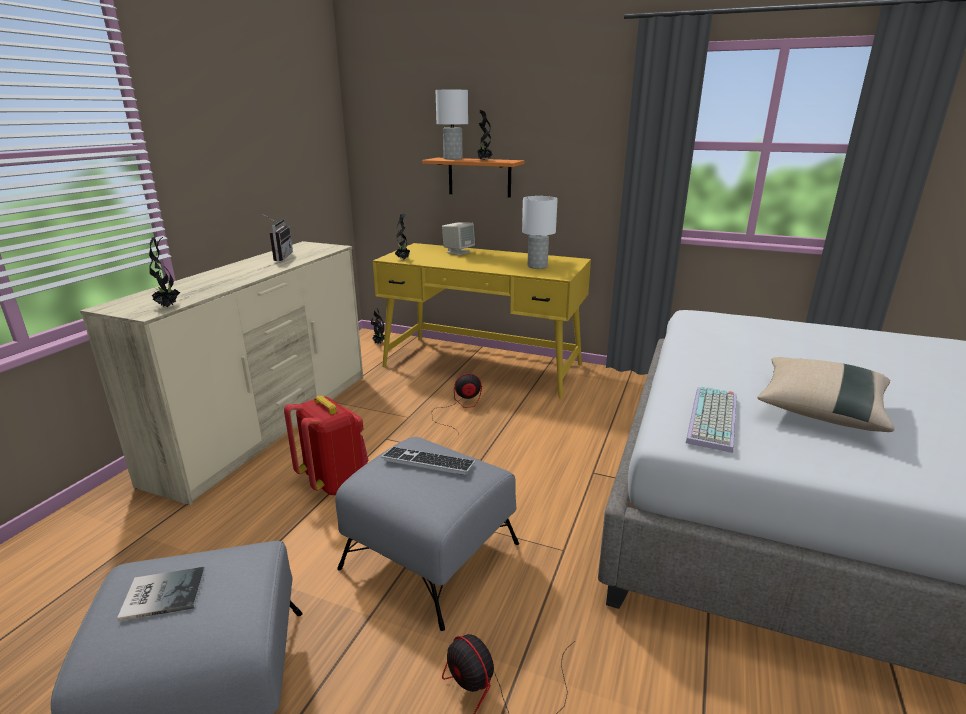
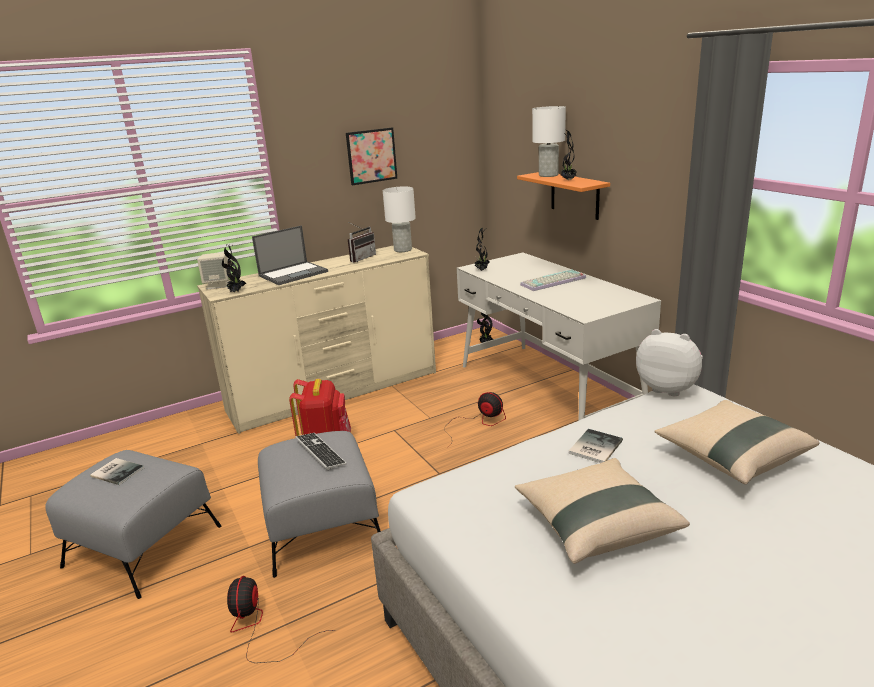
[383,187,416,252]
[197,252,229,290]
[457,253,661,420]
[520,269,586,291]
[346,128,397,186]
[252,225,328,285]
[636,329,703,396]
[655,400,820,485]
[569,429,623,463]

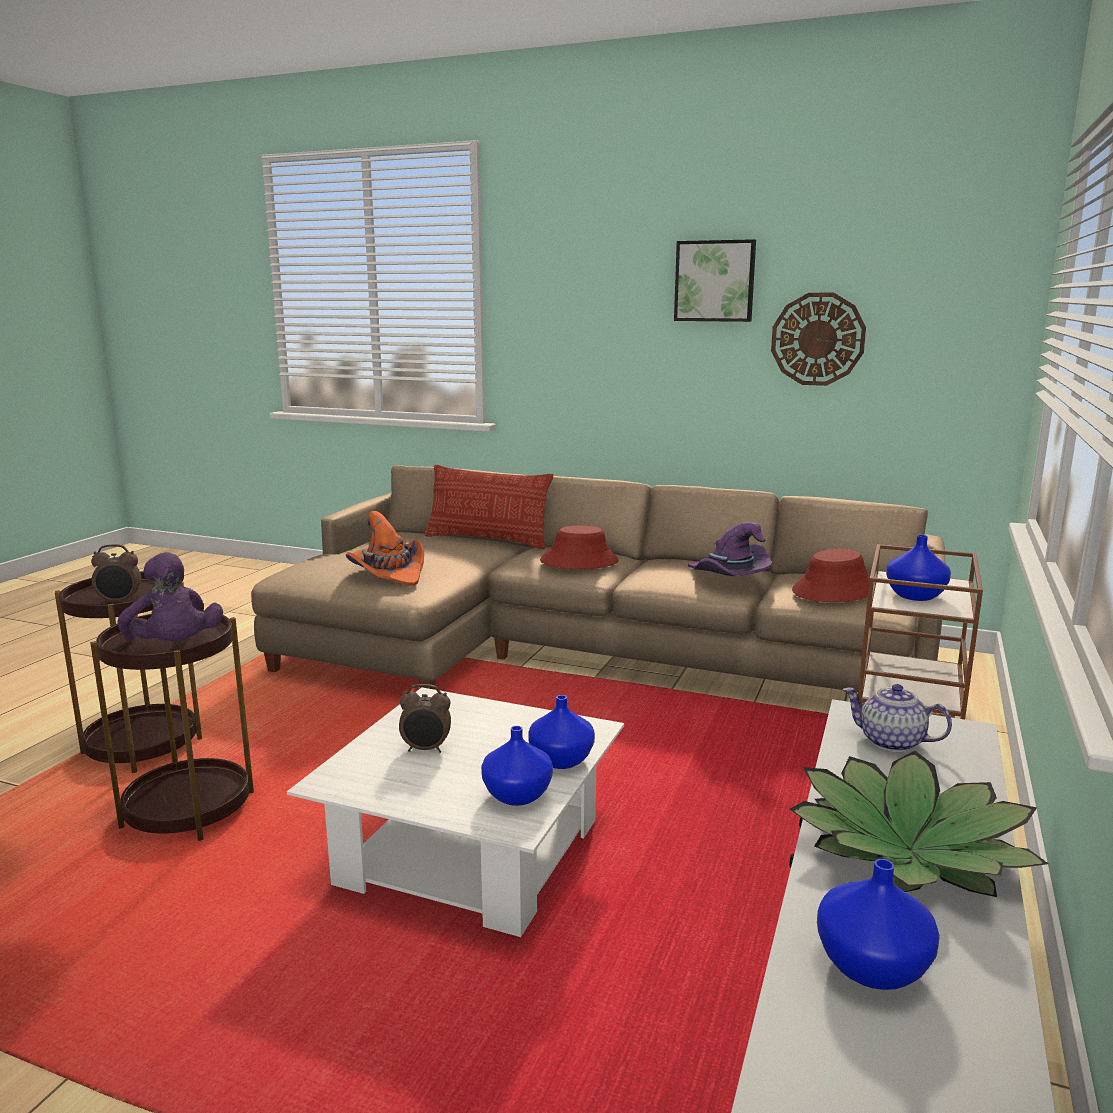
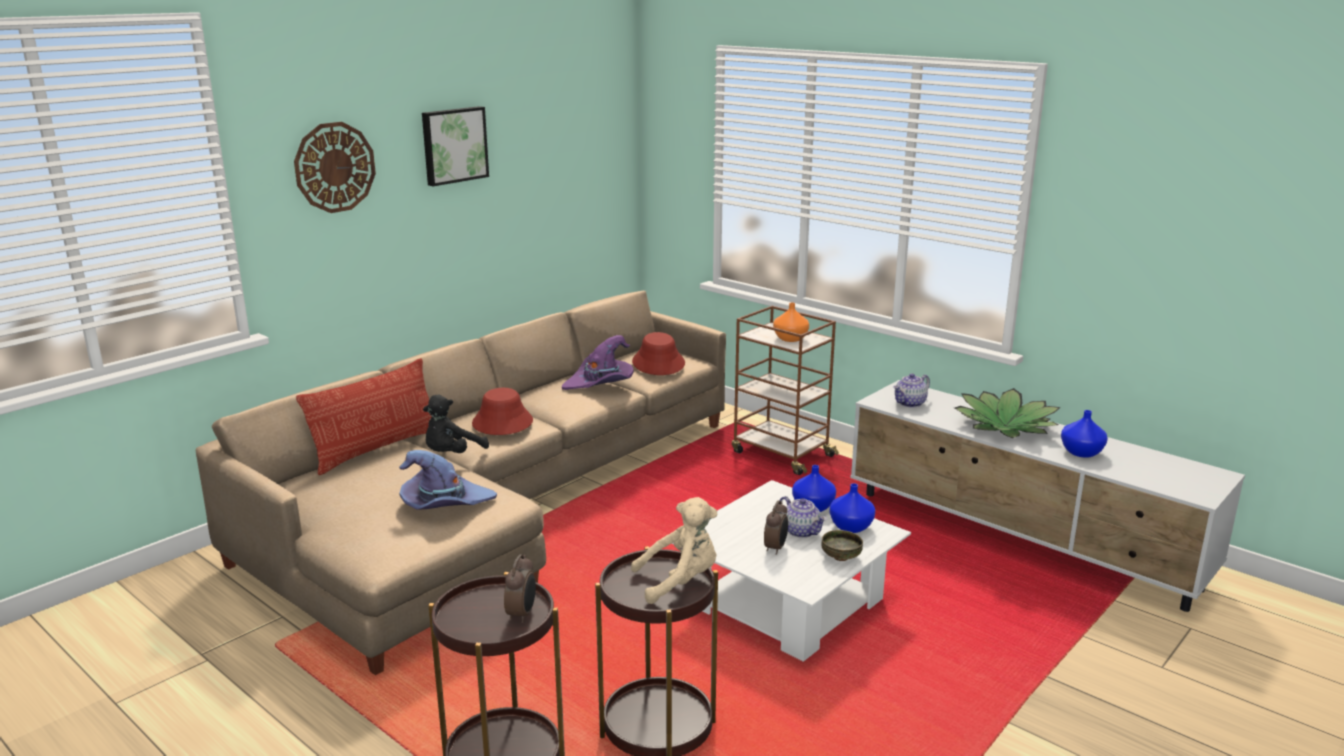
[294,122,376,213]
[399,450,497,510]
[773,302,809,342]
[631,497,717,604]
[423,395,489,453]
[779,496,827,538]
[821,530,863,561]

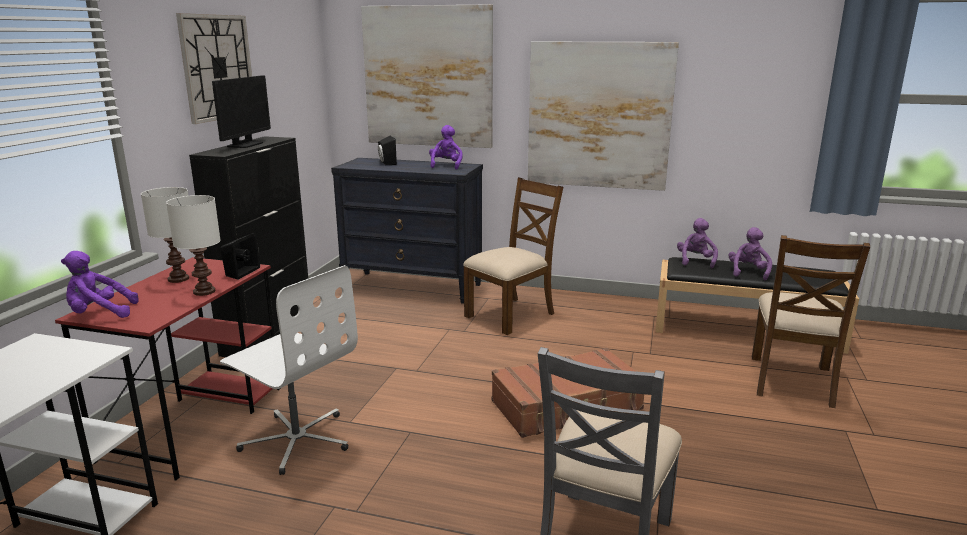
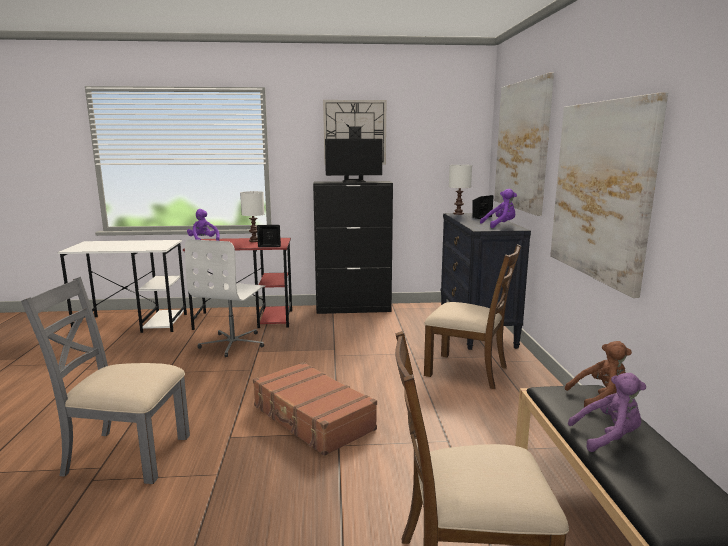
[449,165,472,215]
[565,341,632,408]

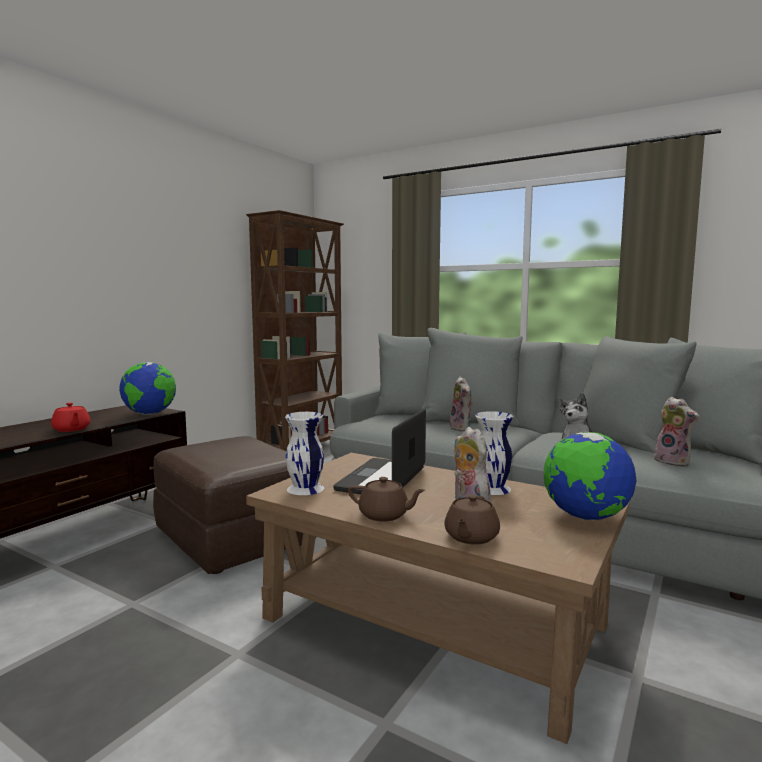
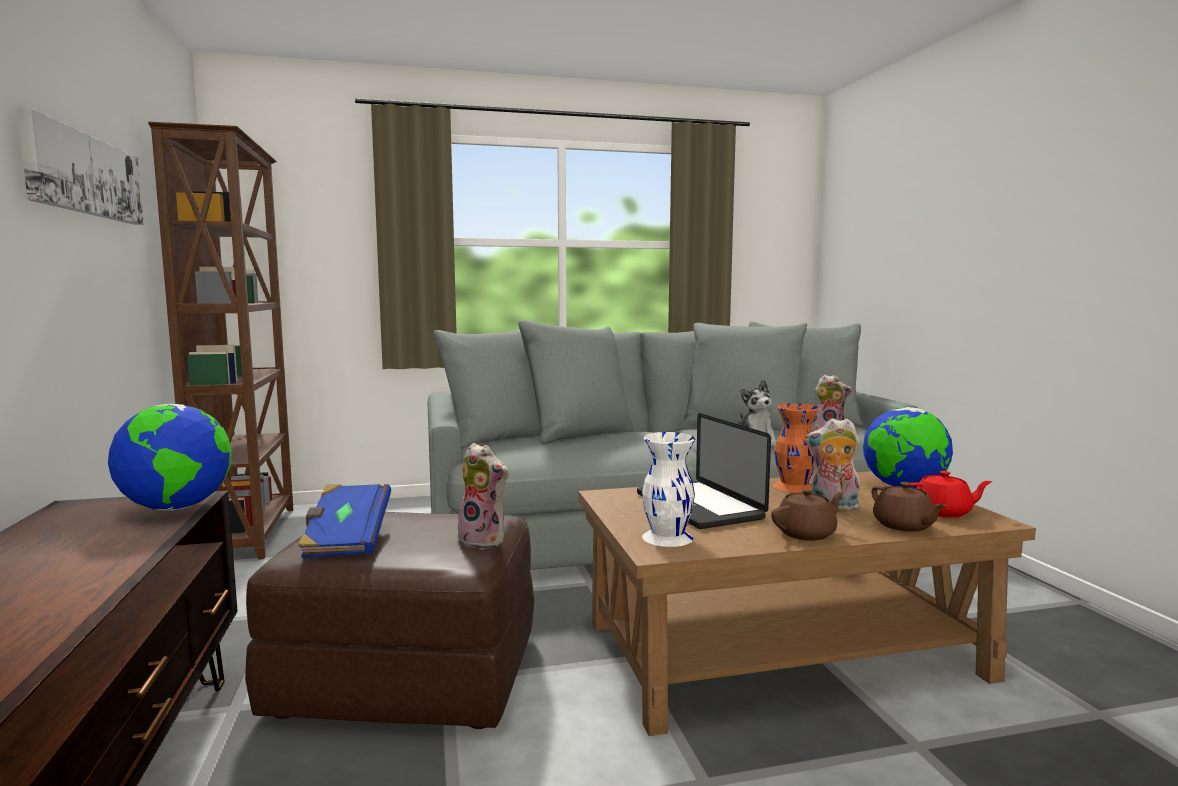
[458,443,509,549]
[911,471,993,518]
[774,403,819,493]
[17,107,144,225]
[298,484,391,558]

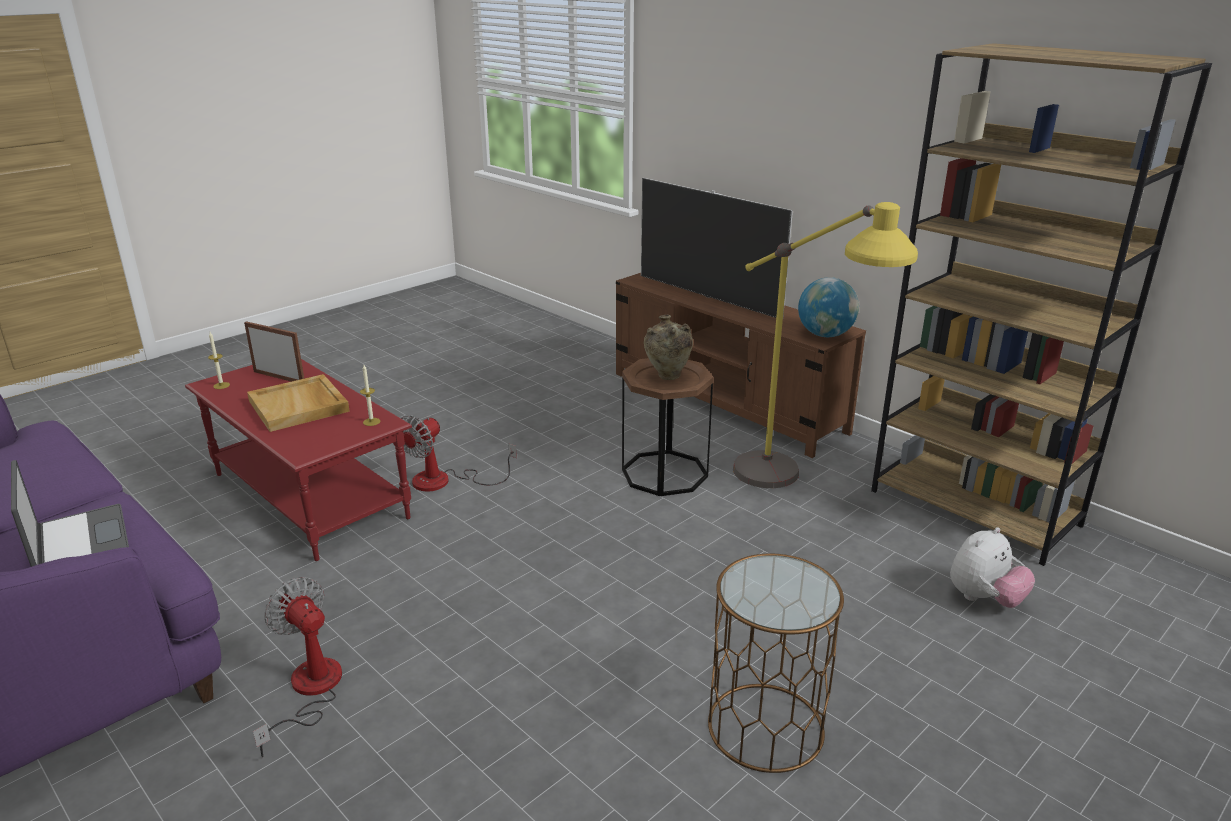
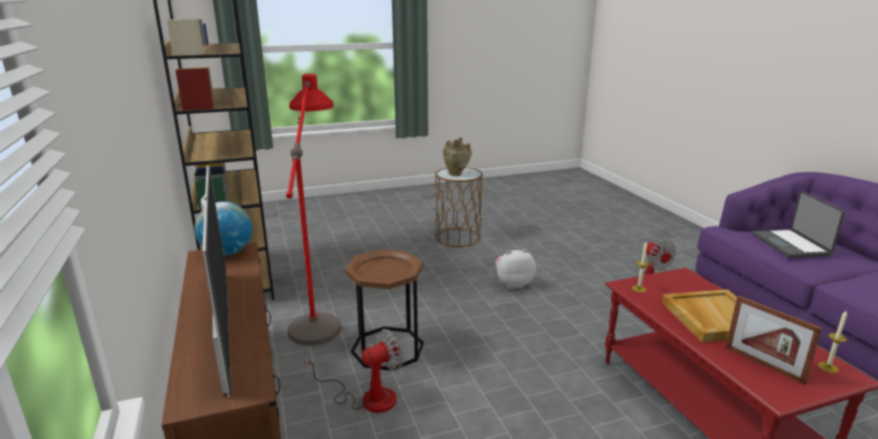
[286,74,342,346]
[443,137,472,176]
[304,329,404,413]
[495,249,536,289]

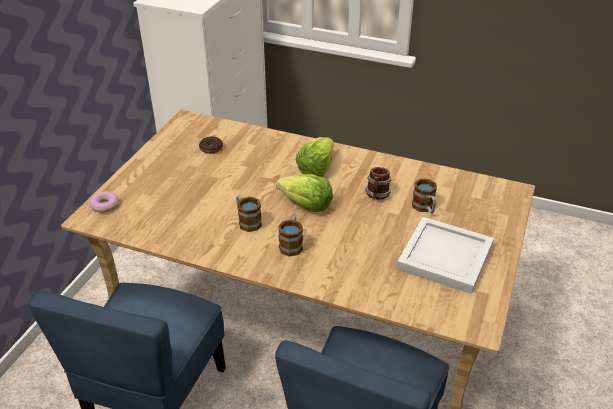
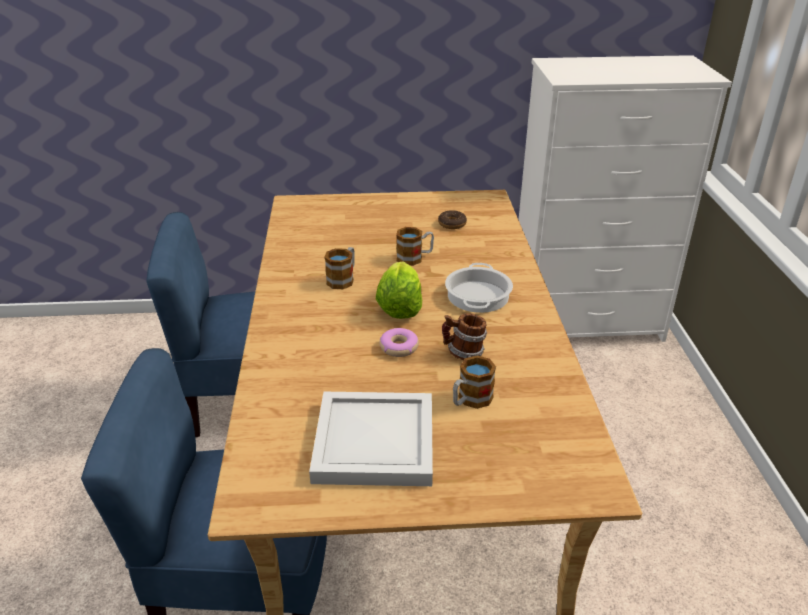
[445,263,513,313]
[380,328,419,357]
[396,227,434,266]

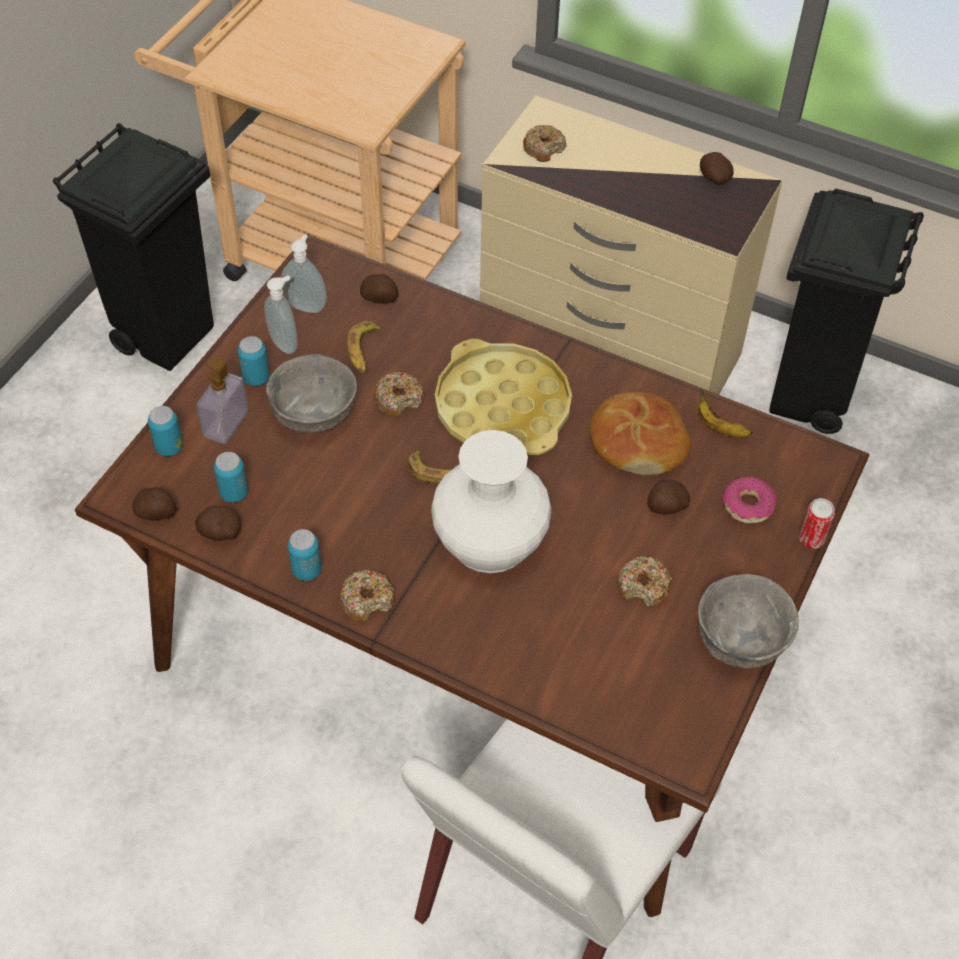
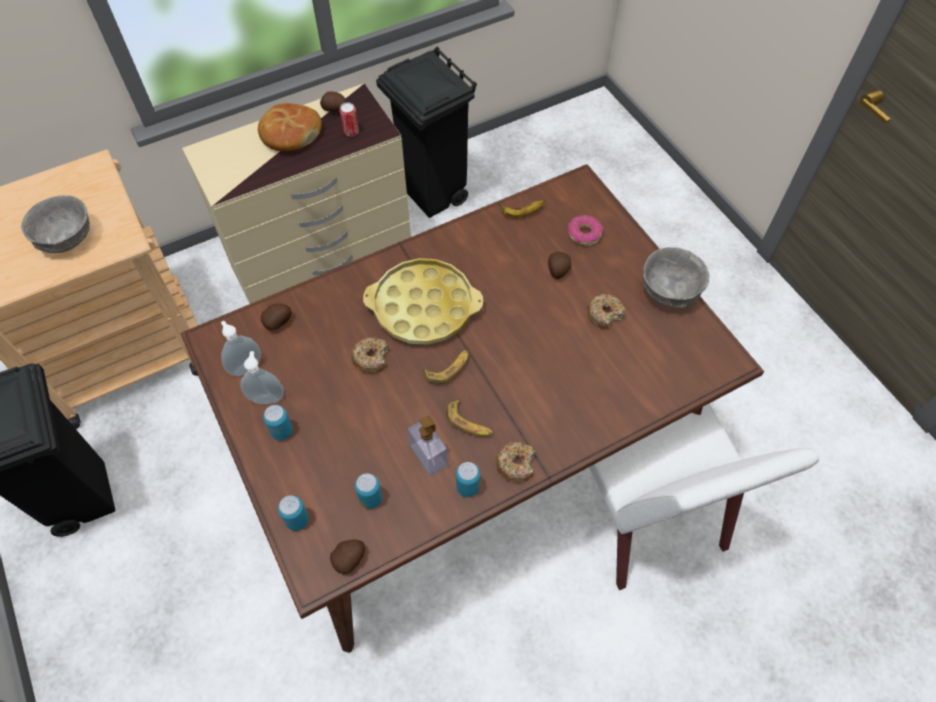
[523,125,566,162] (first image)
[446,399,493,436]
[21,195,90,253]
[408,416,448,476]
[258,103,322,151]
[431,430,551,573] (first image)
[340,102,359,137]
[195,506,241,541] (first image)

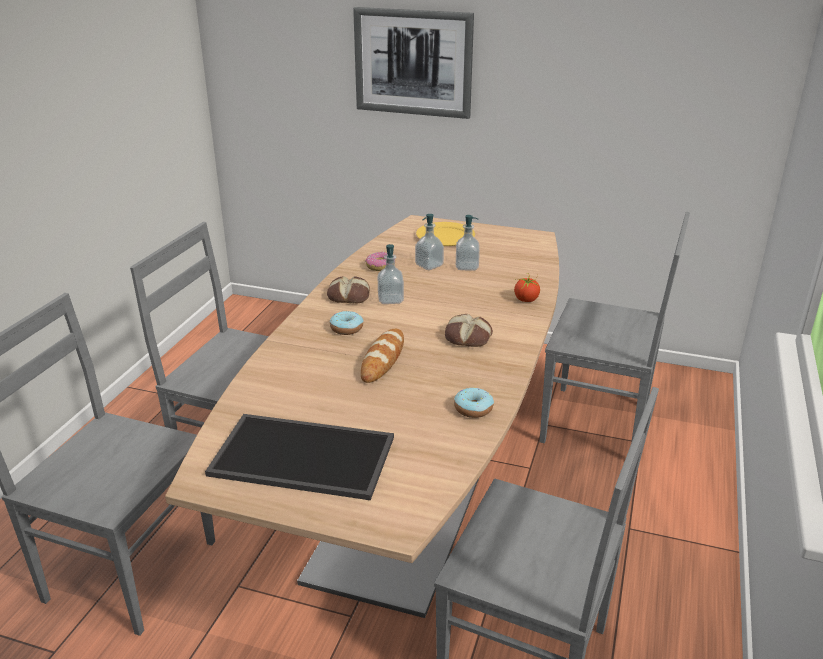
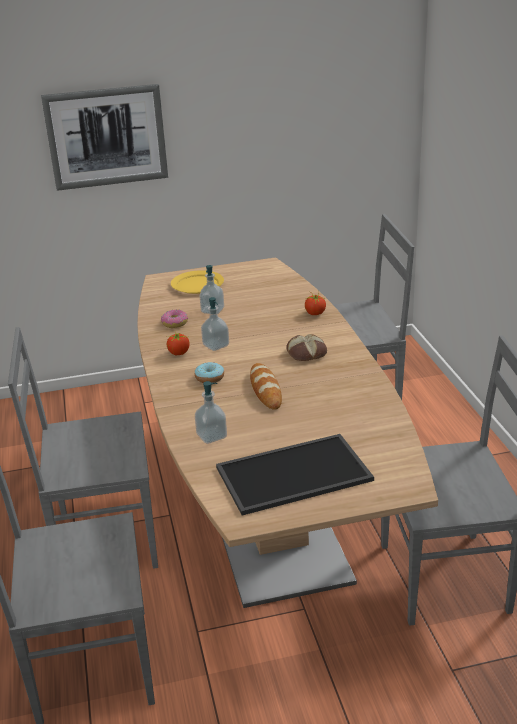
[195,381,227,444]
[167,332,190,355]
[454,387,494,418] (first image)

